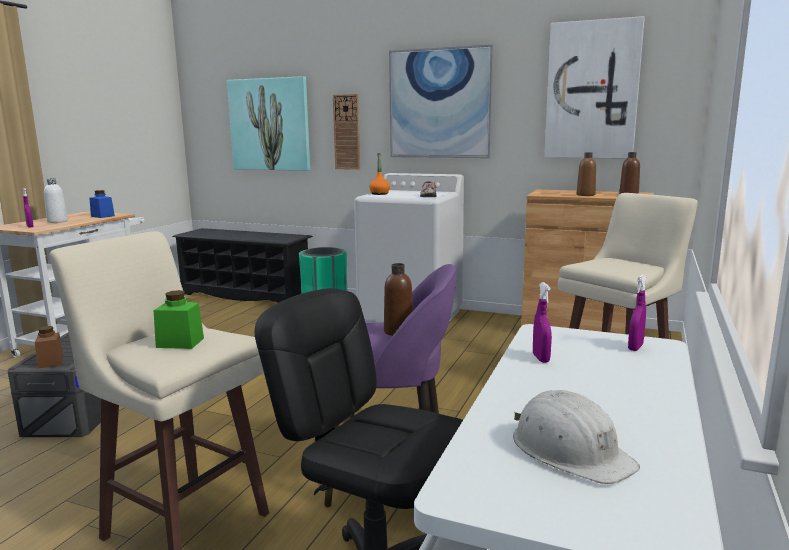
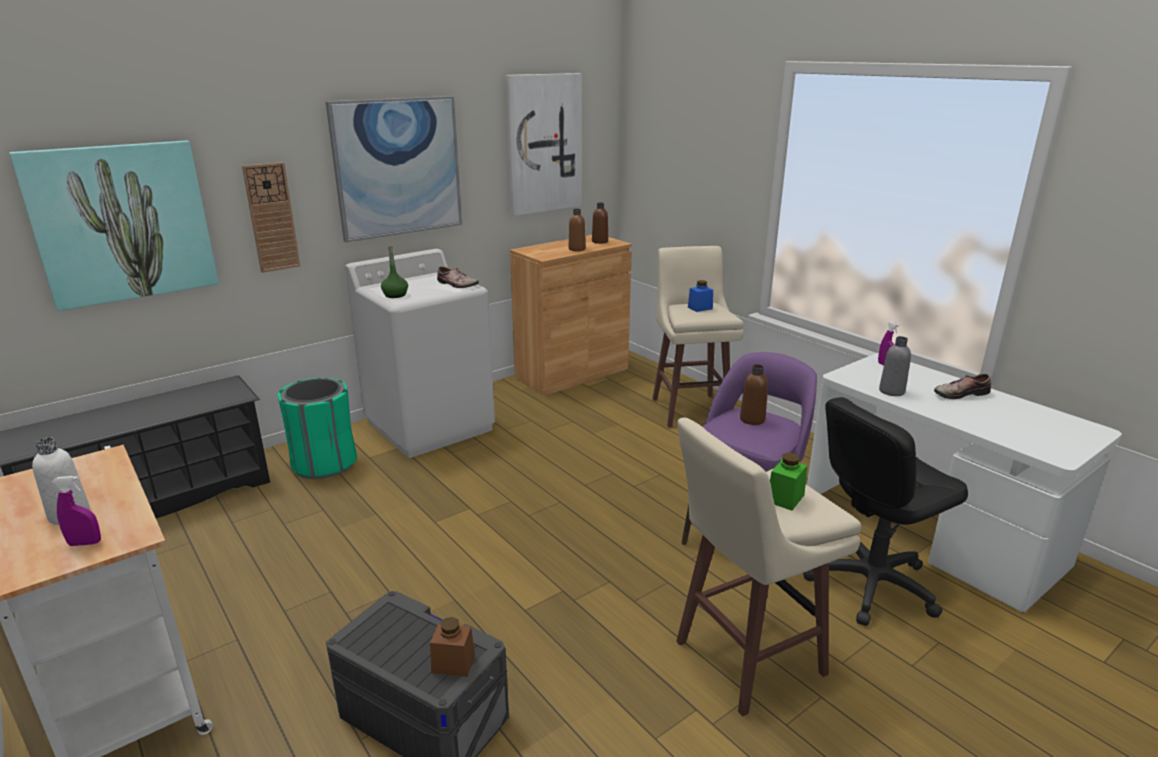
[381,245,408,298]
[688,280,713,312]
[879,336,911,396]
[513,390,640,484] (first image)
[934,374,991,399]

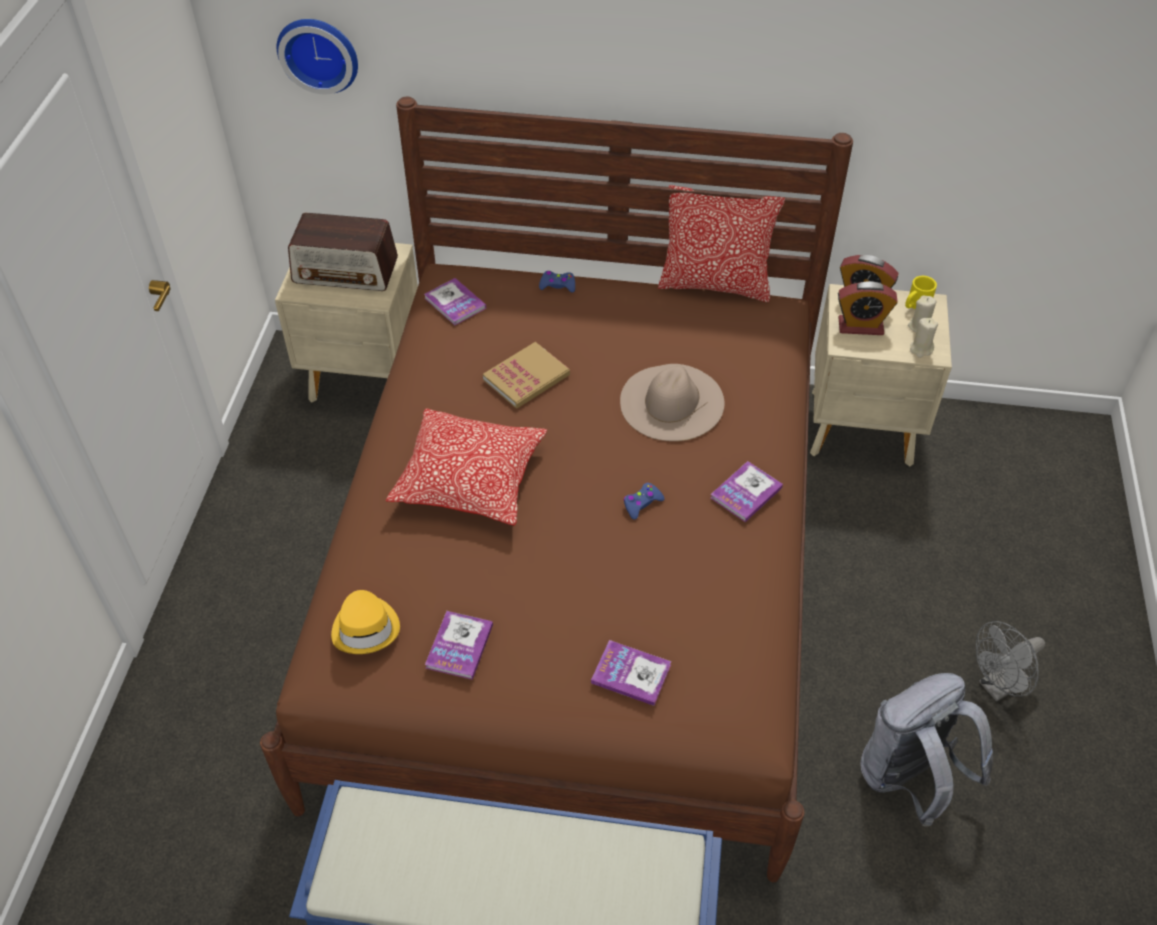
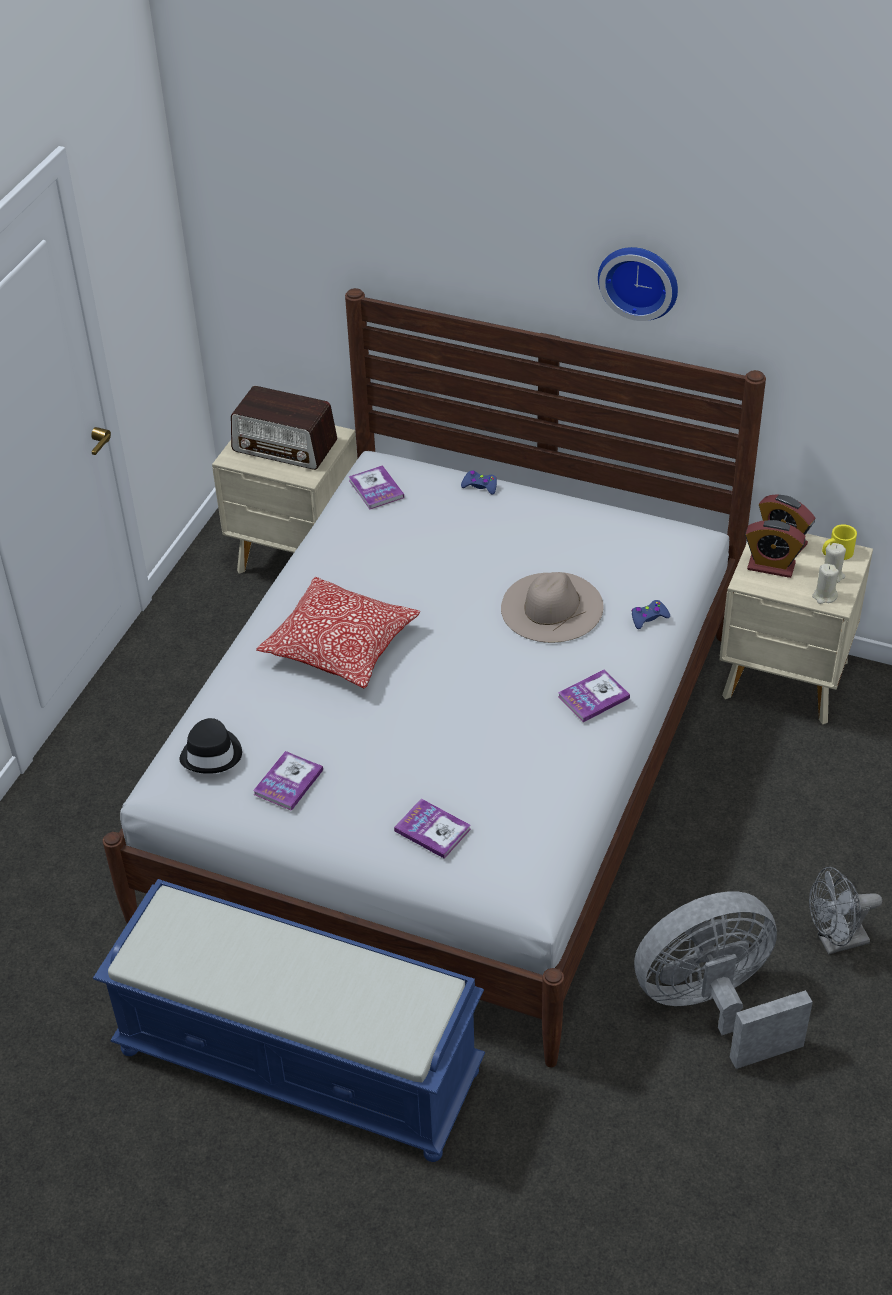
[598,247,678,321]
[103,288,766,1067]
[658,185,785,302] (first image)
[483,342,570,409] (first image)
[632,600,670,629]
[180,718,242,774]
[634,891,813,1069]

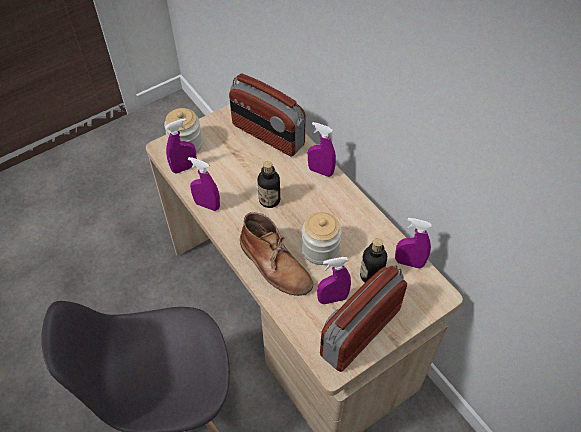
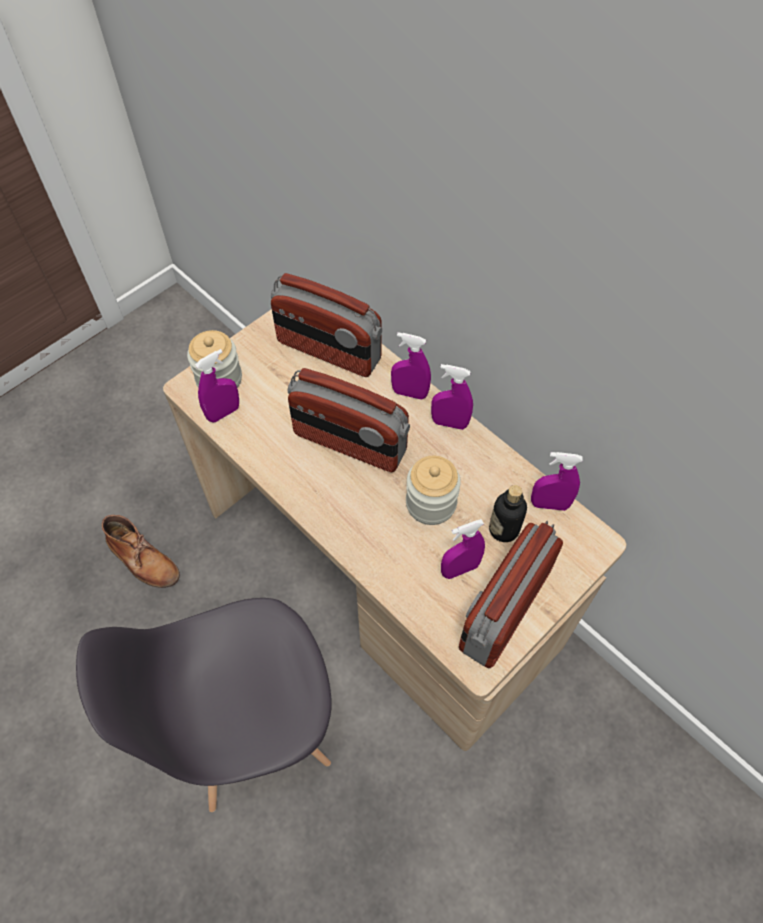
[431,364,473,430]
[287,368,410,472]
[102,515,180,588]

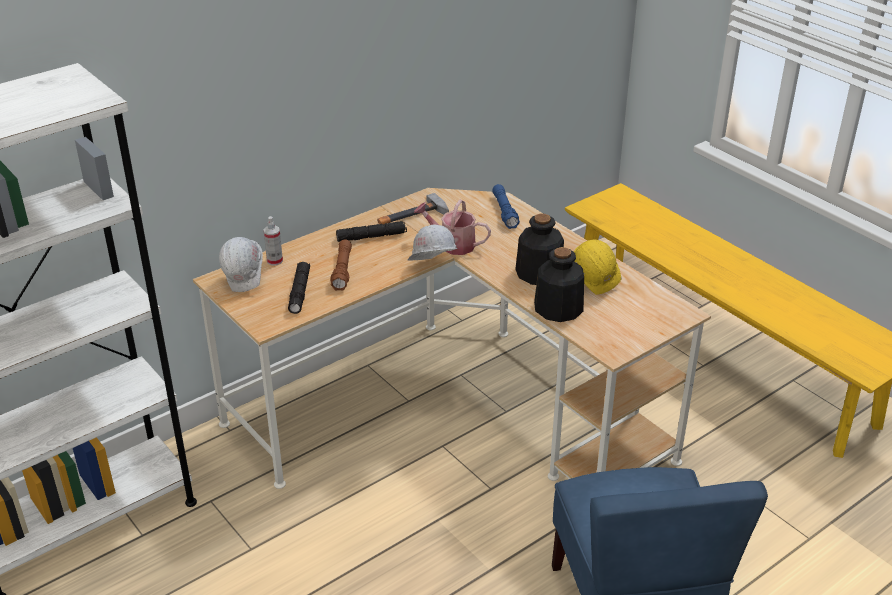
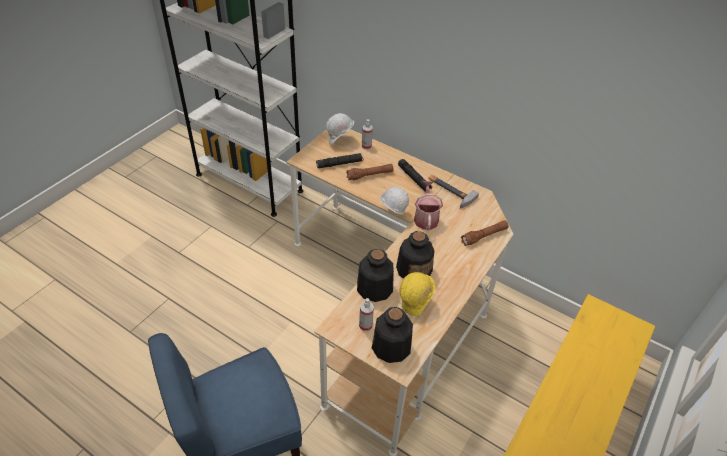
[461,220,509,246]
[359,298,374,331]
[372,307,413,363]

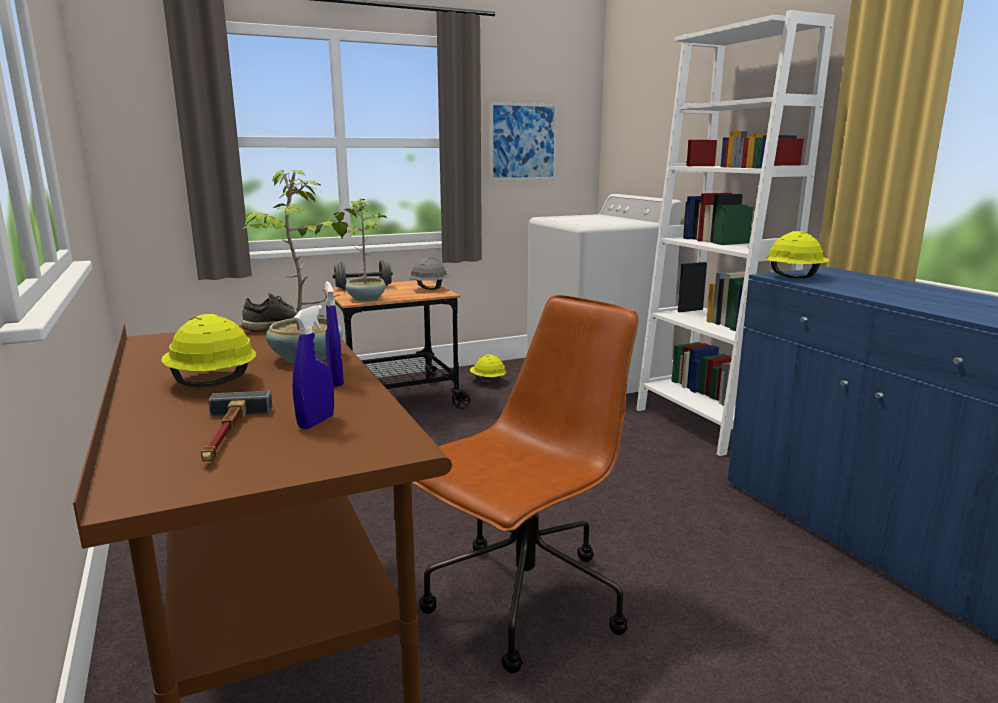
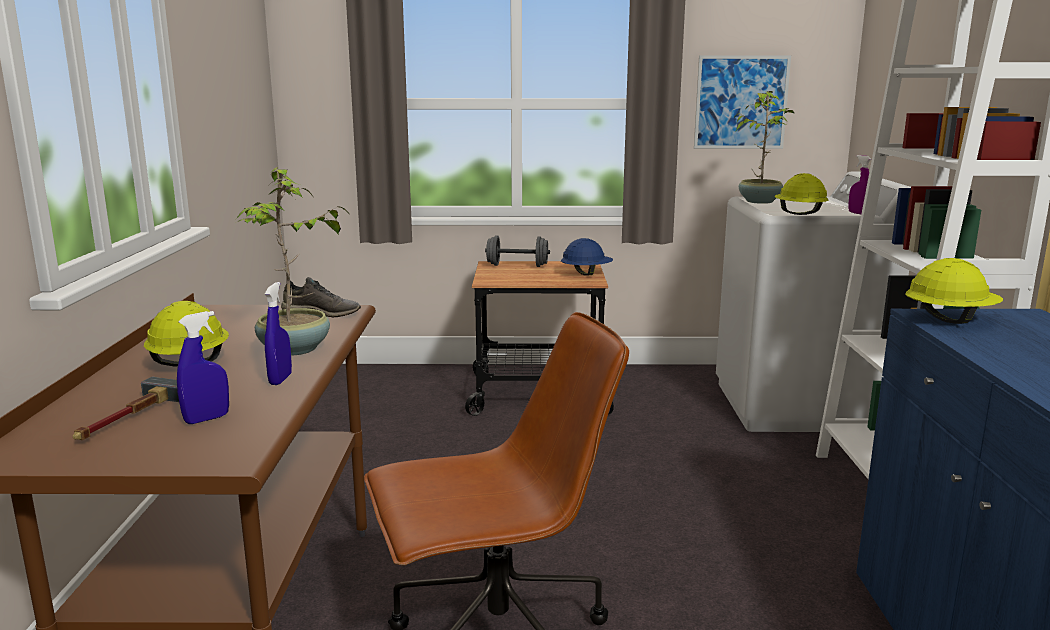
[734,91,795,204]
[561,238,613,276]
[775,173,828,215]
[848,155,871,214]

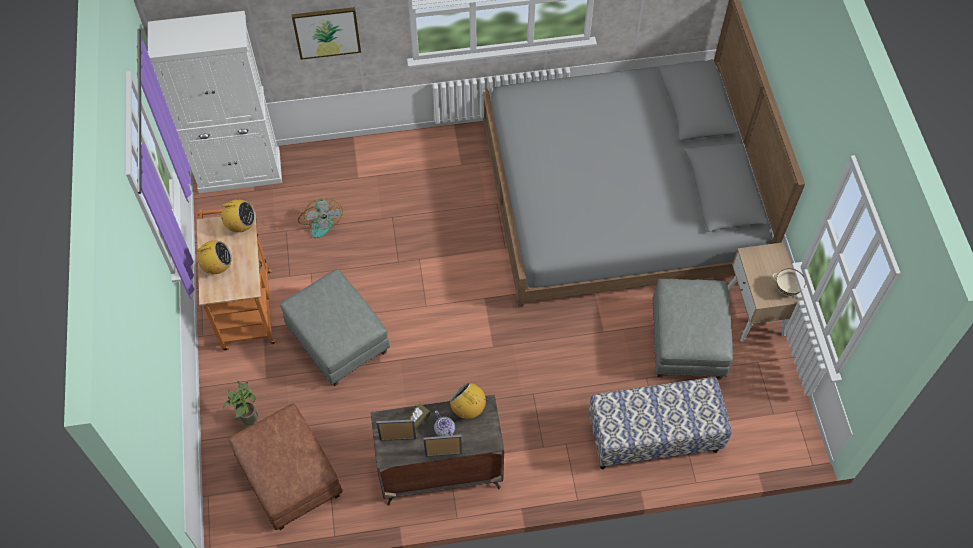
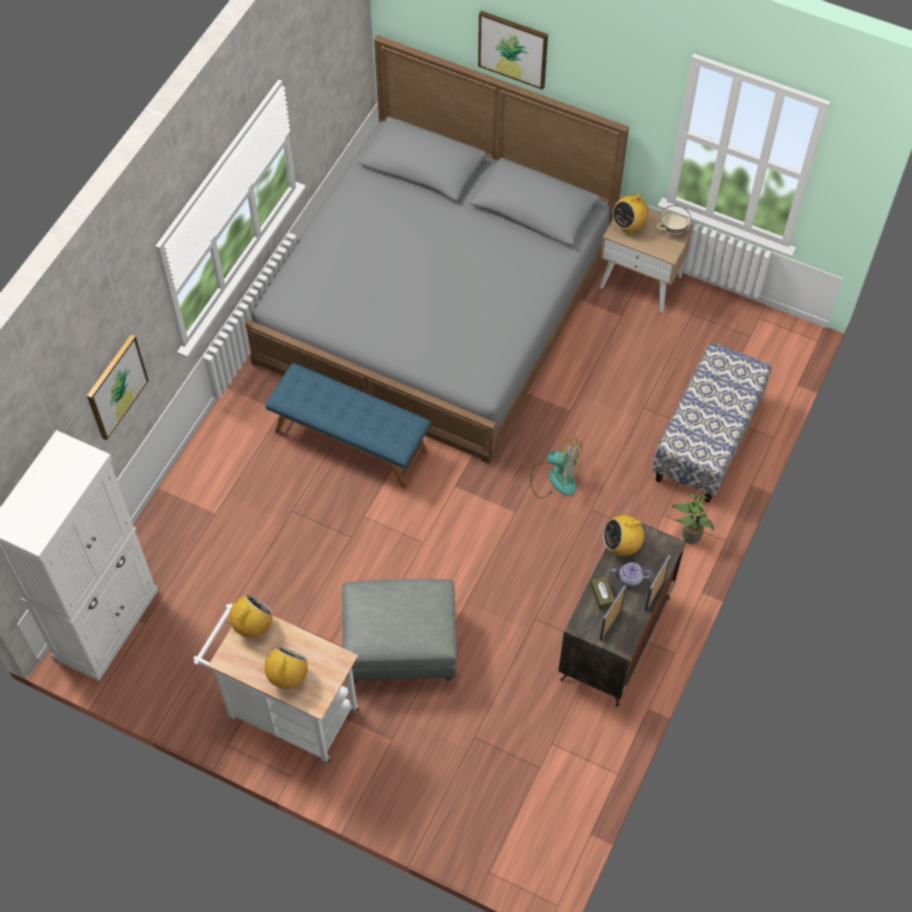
[530,437,583,499]
[193,603,358,764]
[652,279,733,380] (first image)
[672,493,714,544]
[228,404,343,530] (first image)
[478,11,548,90]
[612,191,648,232]
[265,363,431,489]

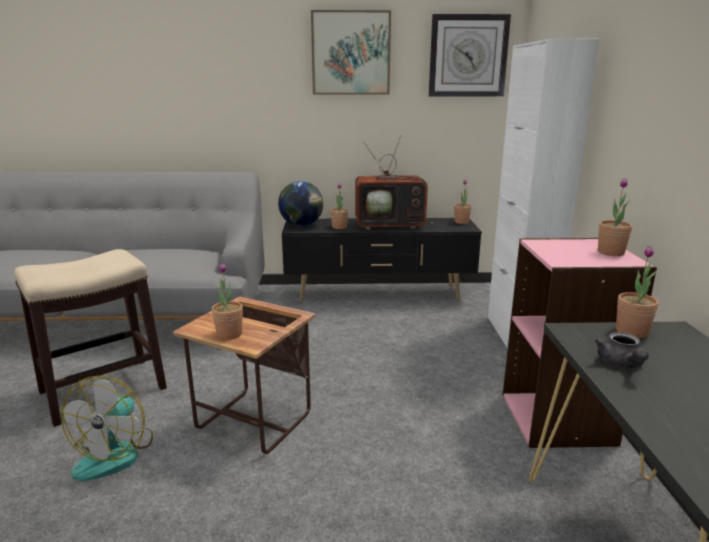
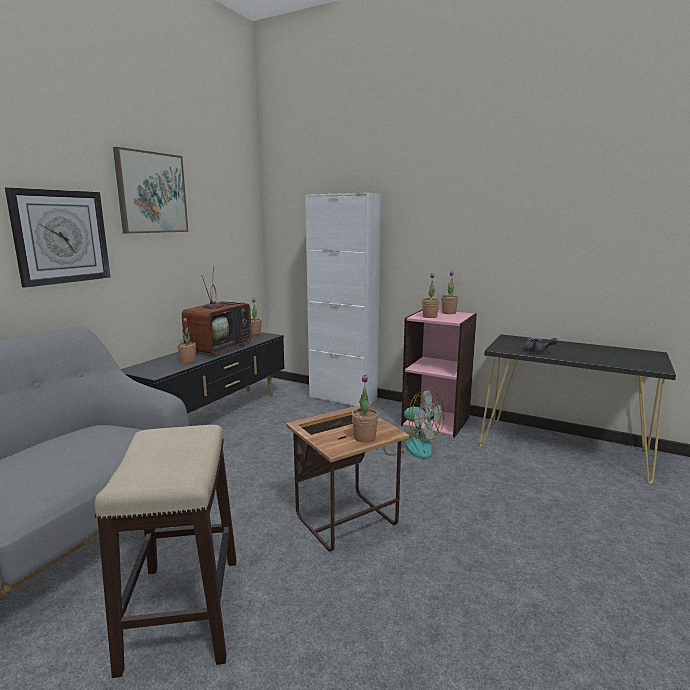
[5,187,111,288]
[278,181,323,226] (first image)
[422,273,439,318]
[383,389,444,459]

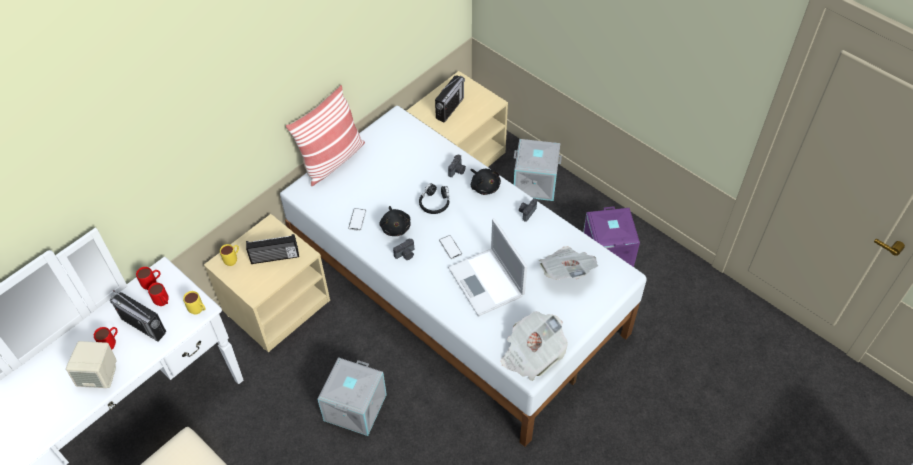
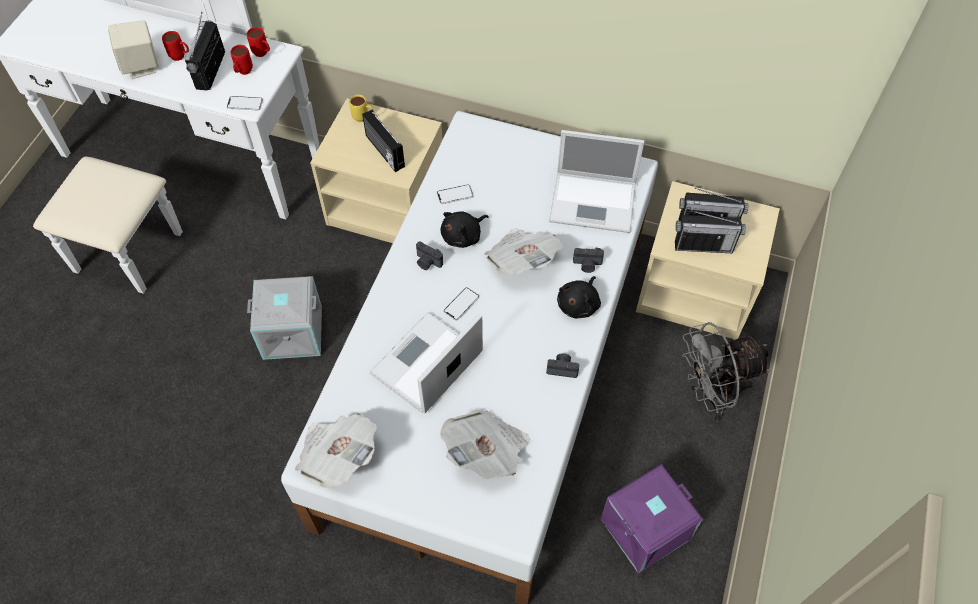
[285,85,365,186] (first image)
[682,322,770,422]
[484,228,563,275]
[227,96,263,110]
[549,130,644,233]
[675,210,746,254]

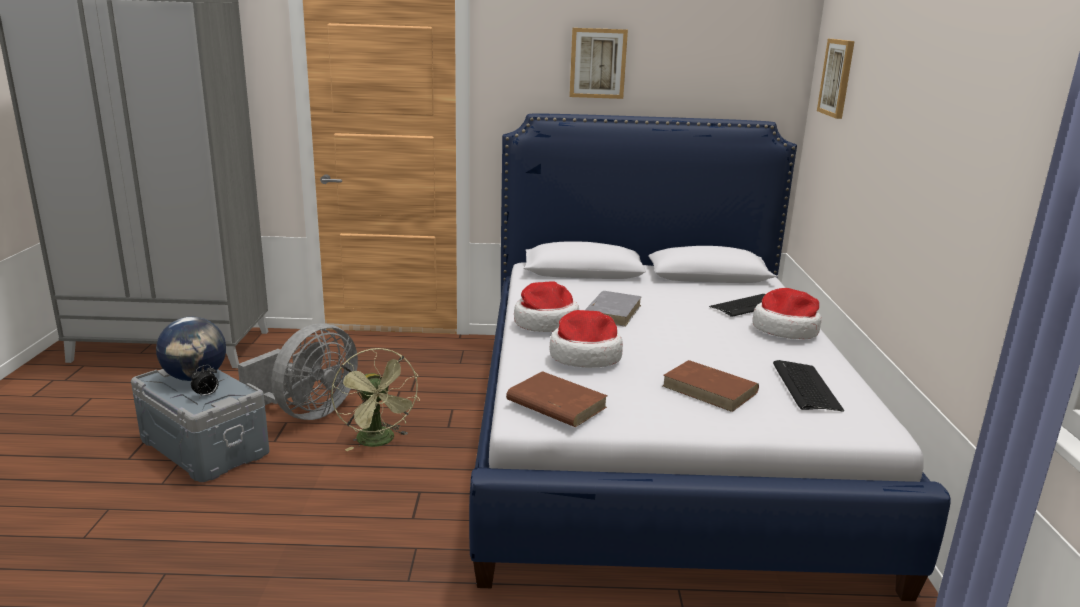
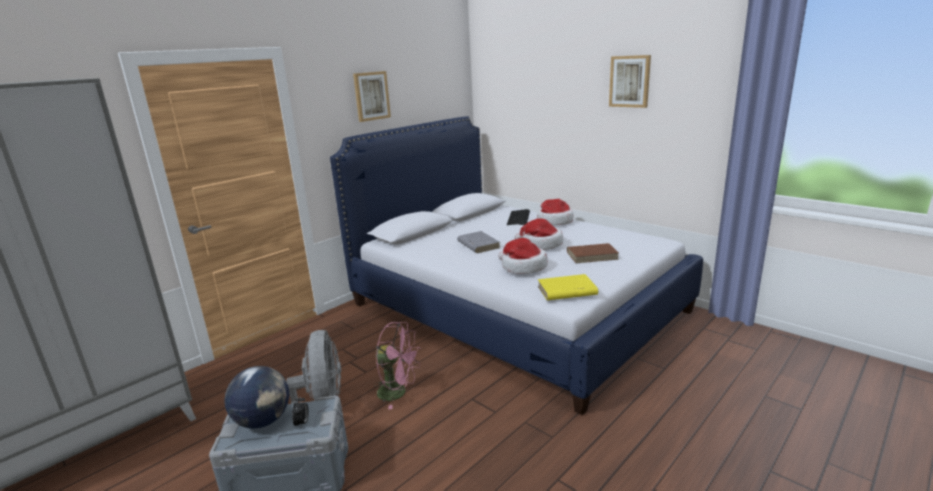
[609,55,651,108]
[514,218,563,250]
[374,322,420,410]
[773,360,844,412] (first image)
[538,274,598,300]

